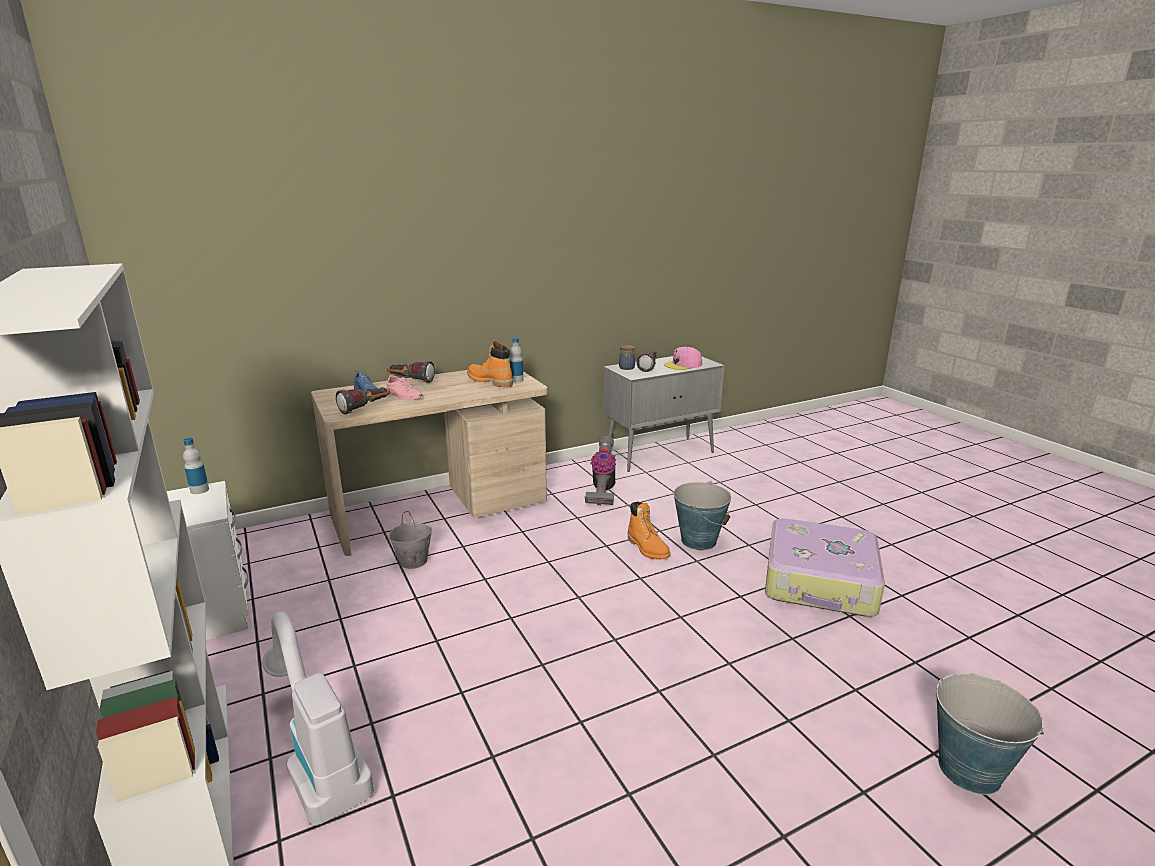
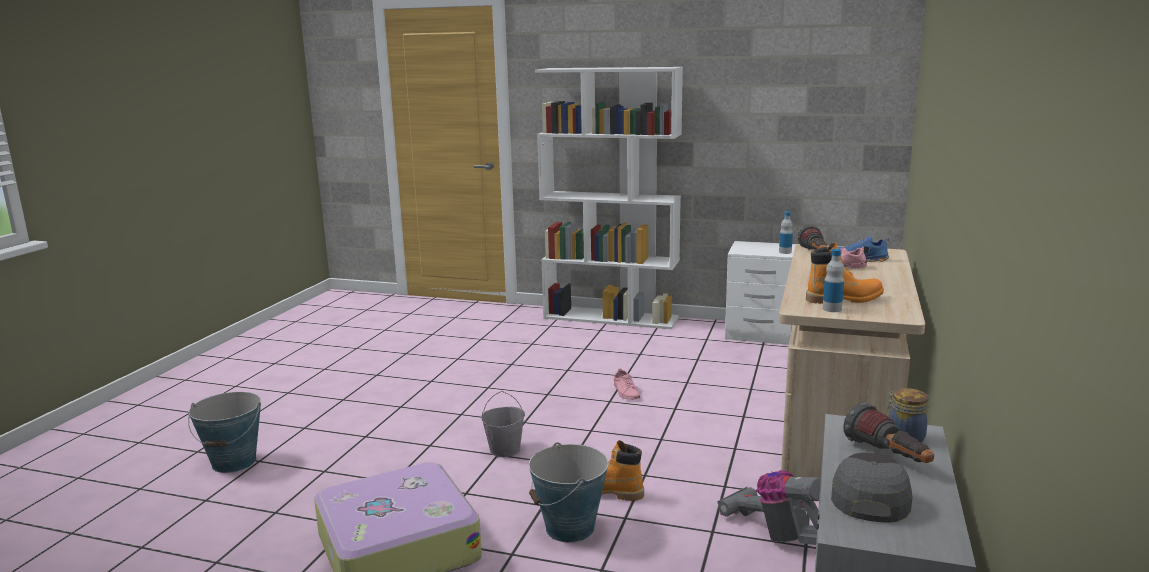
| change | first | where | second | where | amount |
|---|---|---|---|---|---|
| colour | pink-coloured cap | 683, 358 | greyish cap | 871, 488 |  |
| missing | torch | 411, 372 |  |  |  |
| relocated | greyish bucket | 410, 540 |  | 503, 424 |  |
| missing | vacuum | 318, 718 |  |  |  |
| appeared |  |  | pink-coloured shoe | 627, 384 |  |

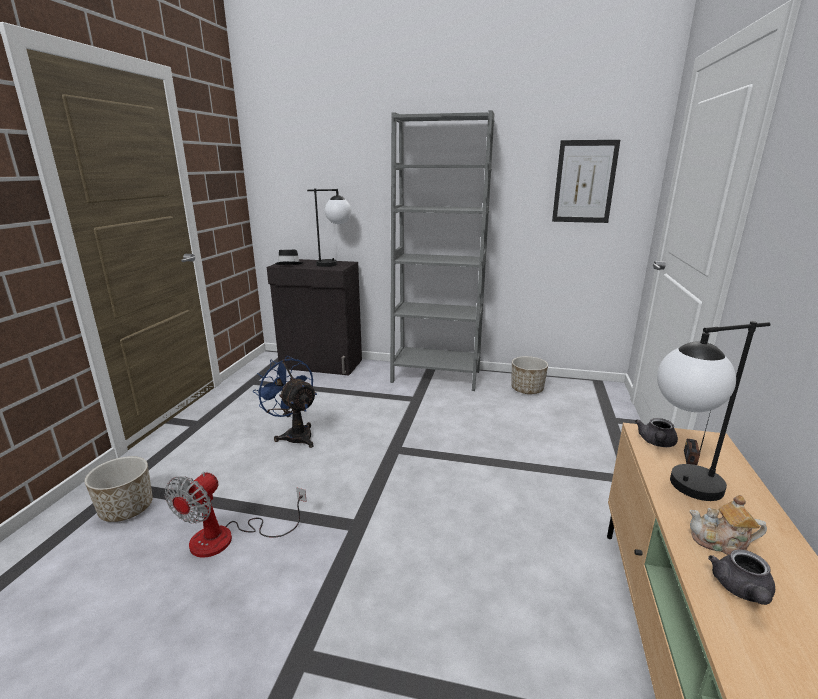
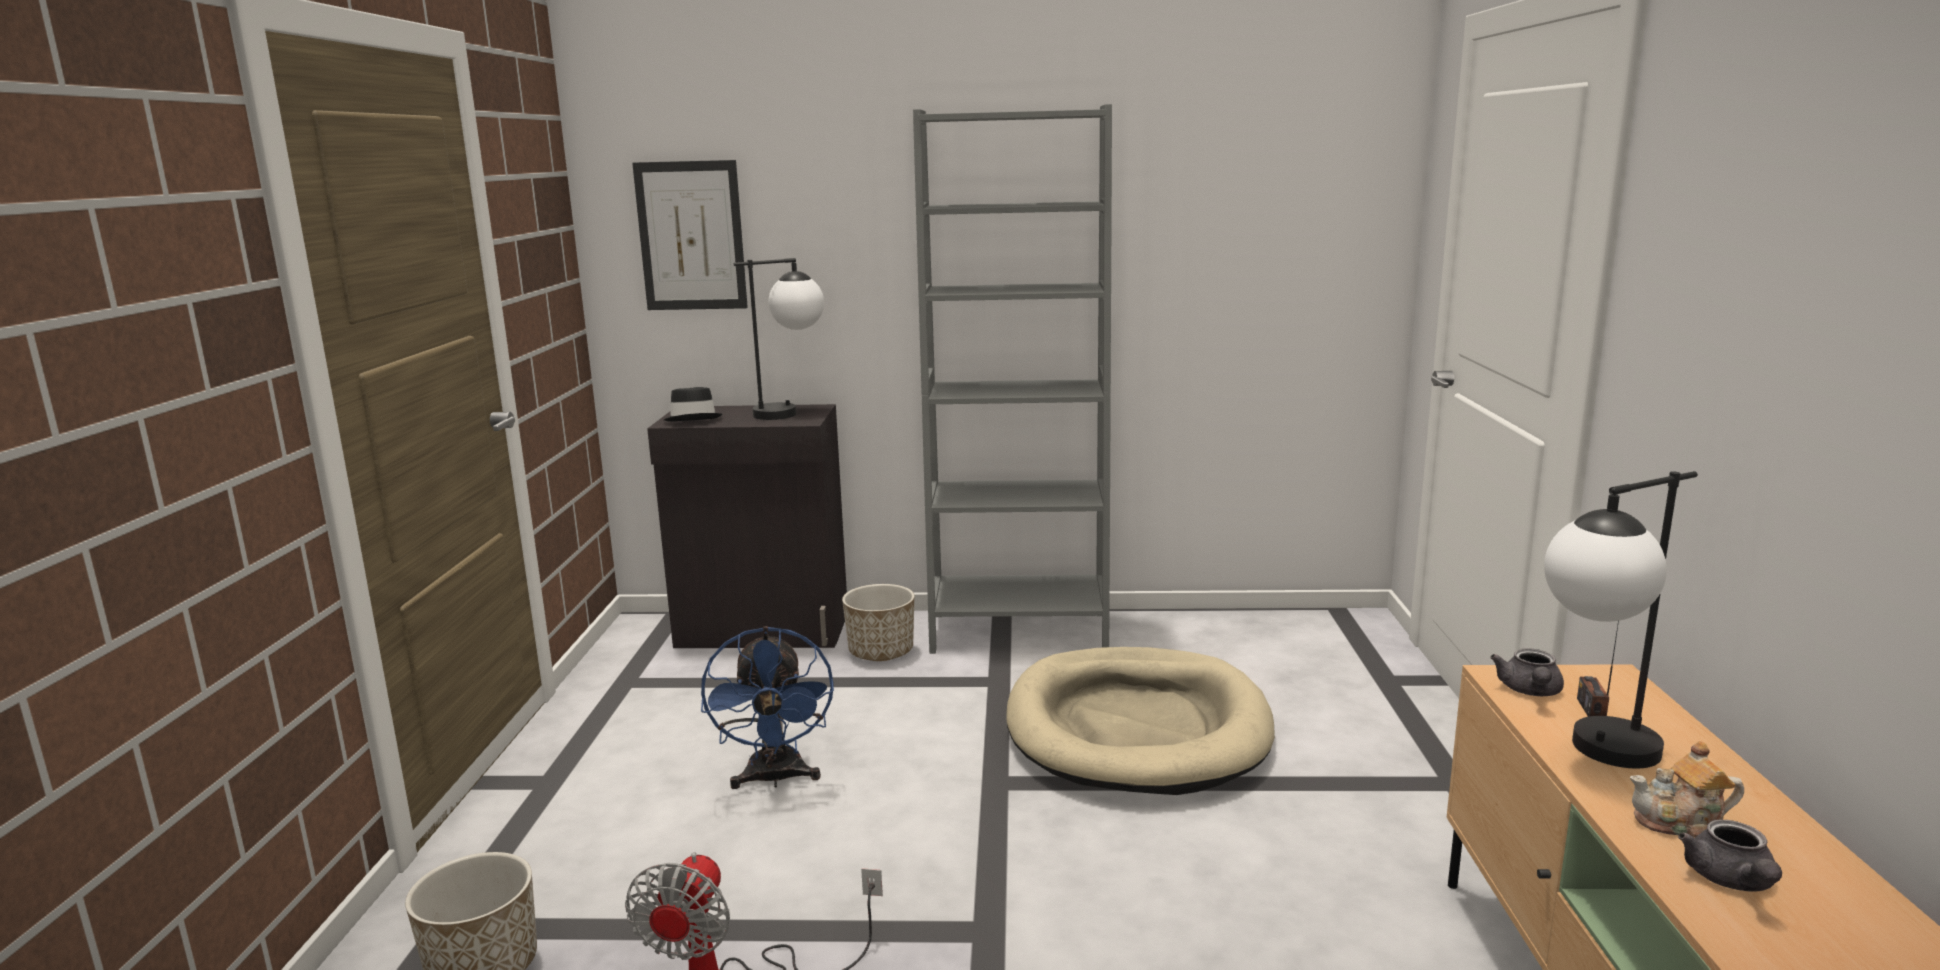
| change | first | where | second | where | amount |
|---|---|---|---|---|---|
| relocated | picture | 586, 181 |  | 690, 235 |  |
| spun | bluish cooling fan | 285, 402 |  | 767, 707 | 135 degrees counterclockwise |
| relocated | flower pot | 529, 375 |  | 878, 622 |  |
| appeared |  |  | beige-coloured pet bed | 1140, 721 |  |

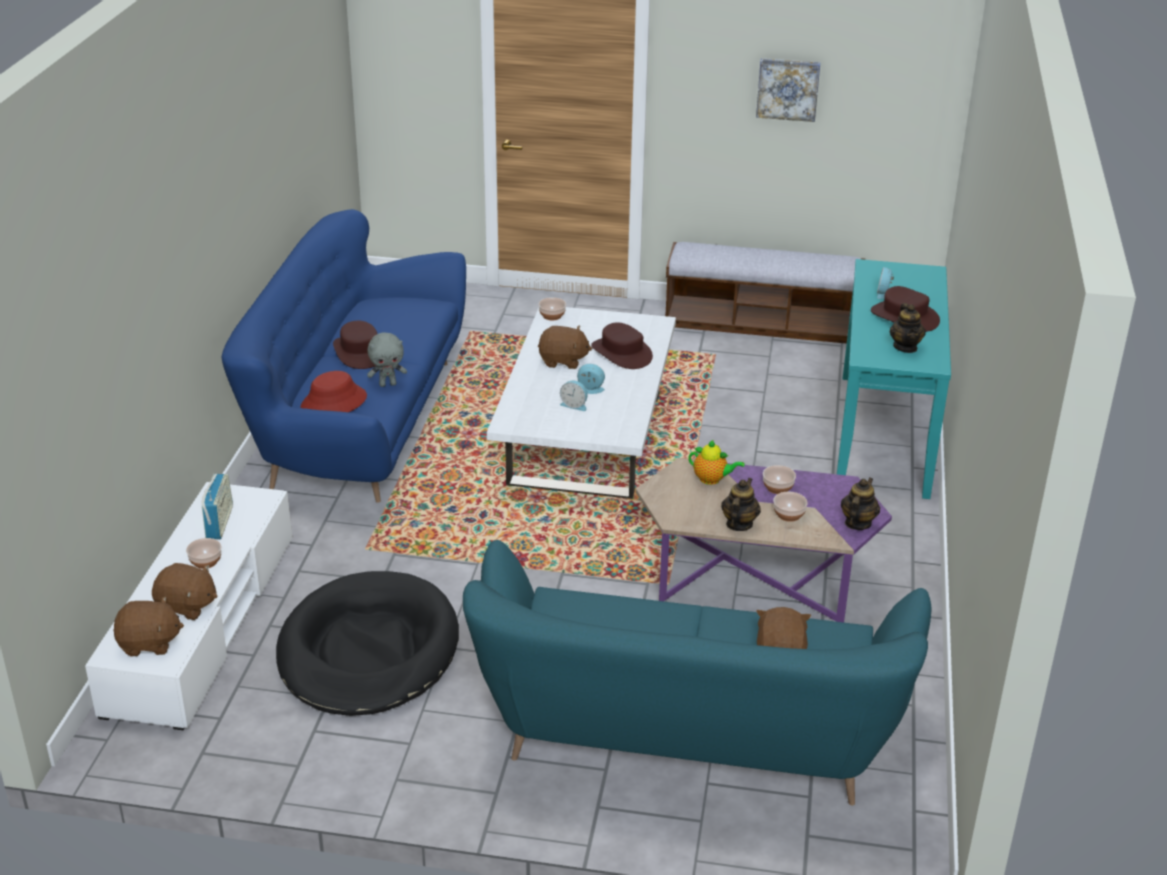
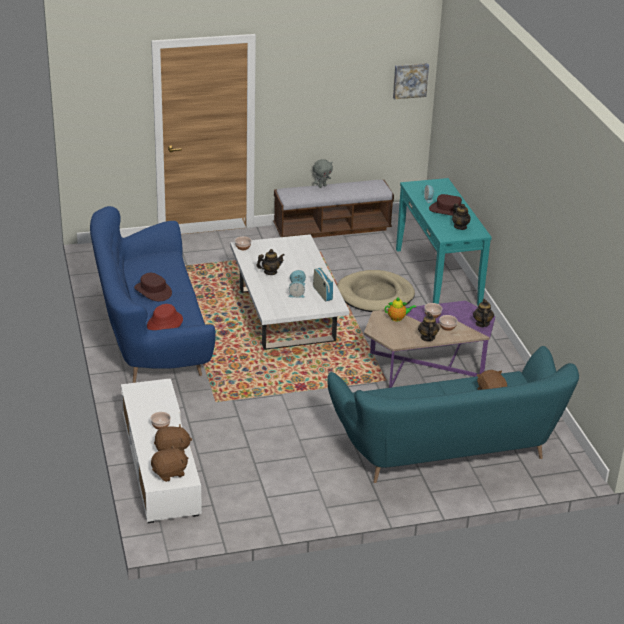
| change | first | where | second | where | amount |
|---|---|---|---|---|---|
| relocated | picture | 788, 90 |  | 411, 81 |  |
| missing | brownish clothing hat | 622, 345 |  |  |  |
| exchanged | brownish plush toy | 565, 347 | tea pot | 270, 262 |  |
| relocated | greyish plush toy | 387, 359 |  | 323, 173 |  |
| relocated | radio set | 217, 506 |  | 323, 284 |  |
| missing | blackish pet bed | 367, 643 |  |  |  |
| appeared |  |  | beige-coloured pet bed | 376, 291 |  |

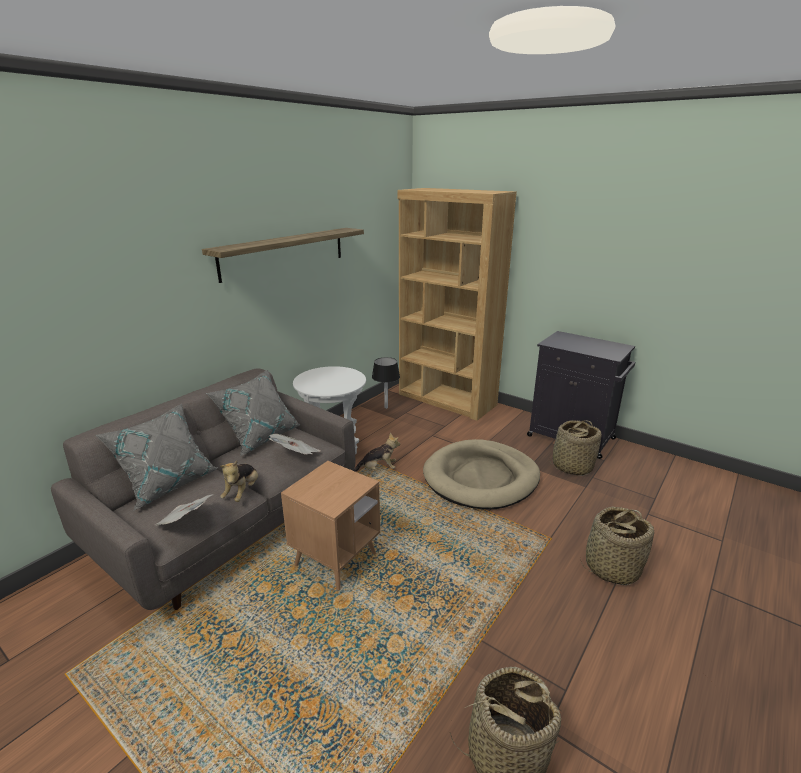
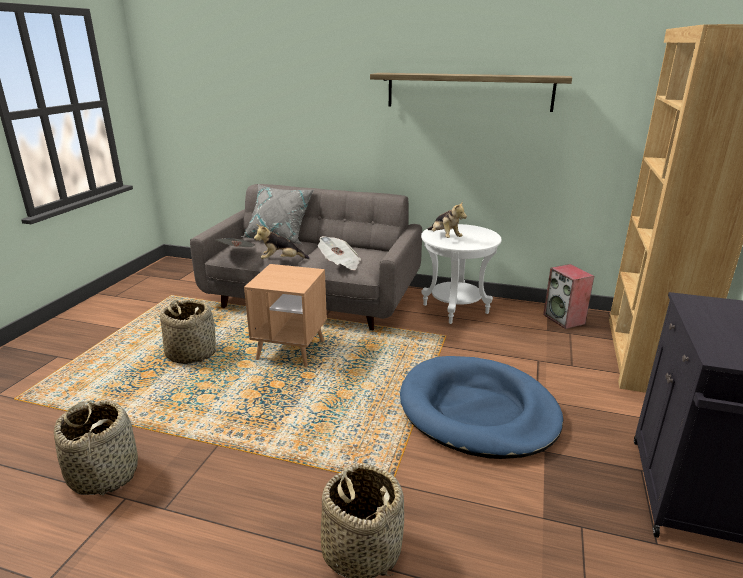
| change | first | where | second | where | amount |
|---|---|---|---|---|---|
| exchanged | blackish lamp for a table | 386, 383 | loudspeaker | 568, 296 |  |
| missing | greyish pillow | 253, 413 |  |  |  |
| relocated | household basket | 575, 448 |  | 188, 332 |  |
| relocated | plush toy | 377, 452 |  | 447, 219 |  |
| colour | beige-coloured pet bed | 481, 474 | bluish pet bed | 481, 407 |  |

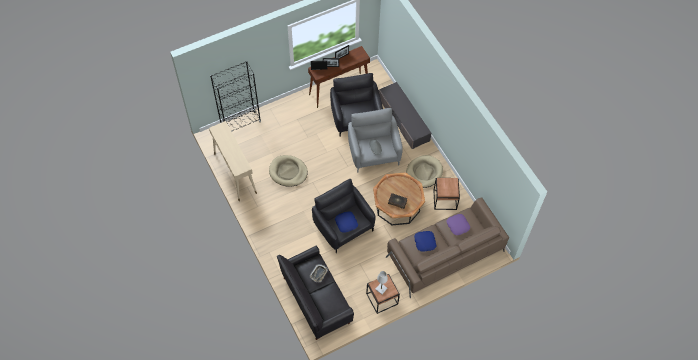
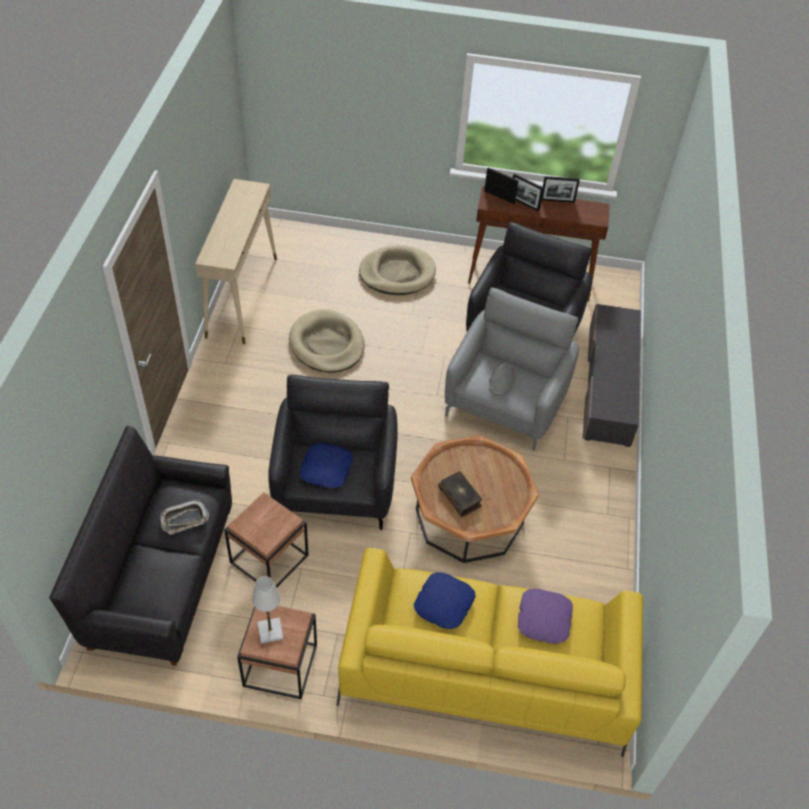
| change | first | where | second | where | amount |
|---|---|---|---|---|---|
| missing | blackish bookcase | 235, 96 |  |  |  |
| relocated | beige-coloured pet bed | 424, 171 |  | 397, 270 |  |
| relocated | brownish end table | 446, 194 |  | 266, 540 |  |
| colour | brownish settee | 447, 247 | yellow settee | 490, 652 |  |

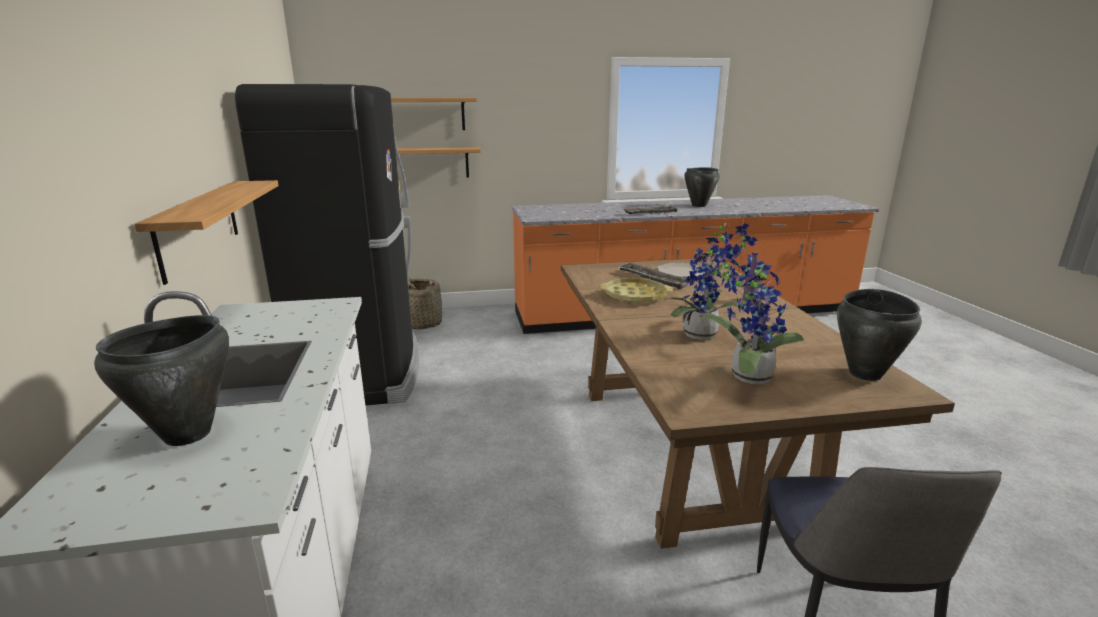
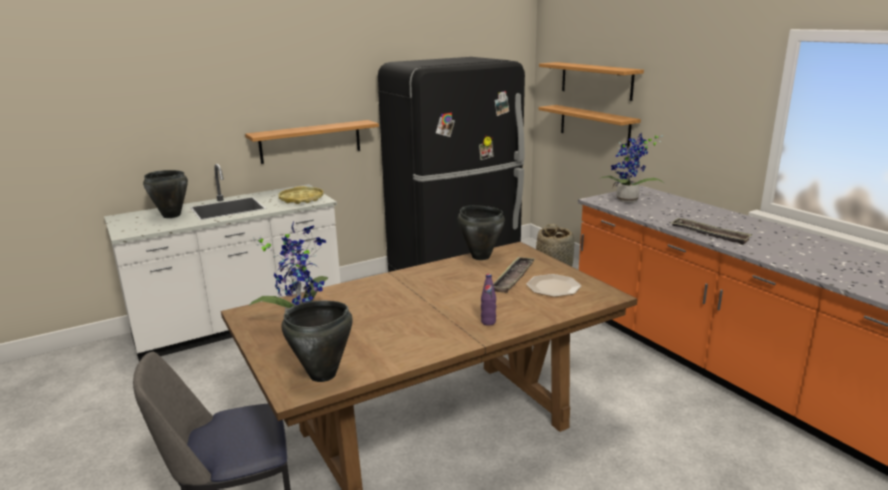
| change | first | where | second | where | amount |
|---|---|---|---|---|---|
| relocated | blackish cooking pot | 702, 187 |  | 481, 232 |  |
| relocated | houseplant | 711, 281 |  | 631, 168 |  |
| relocated | yellow tray | 636, 291 |  | 301, 195 |  |

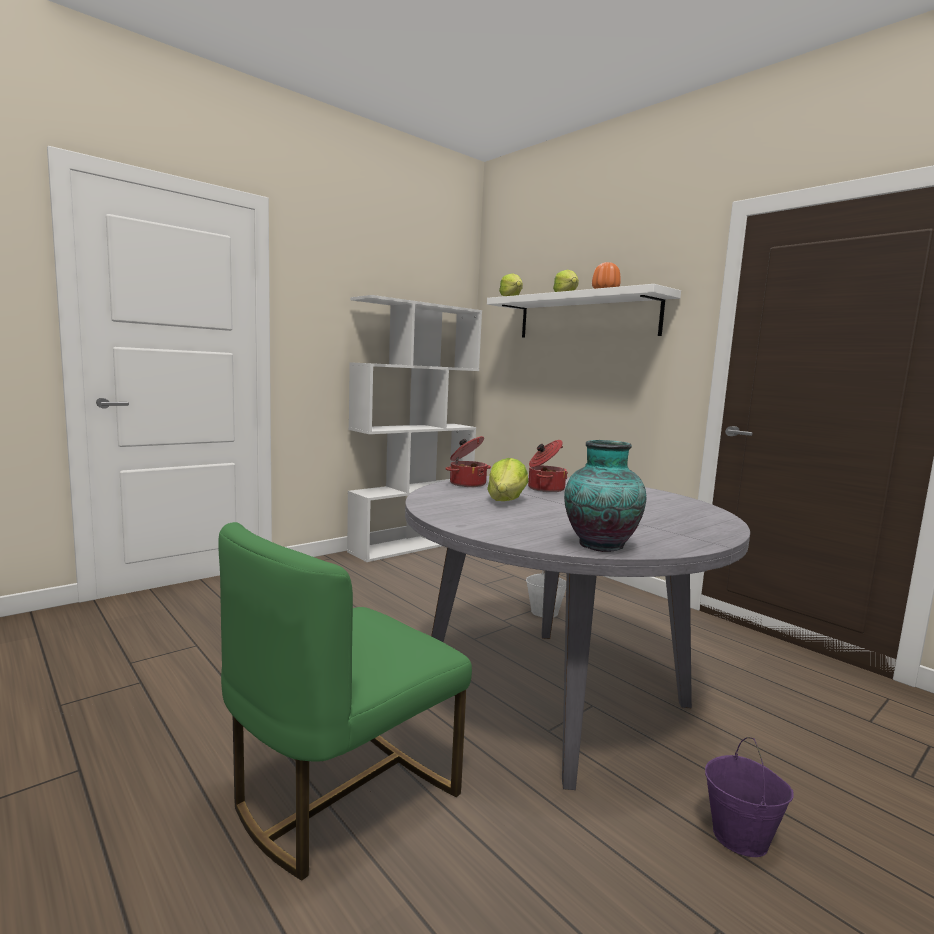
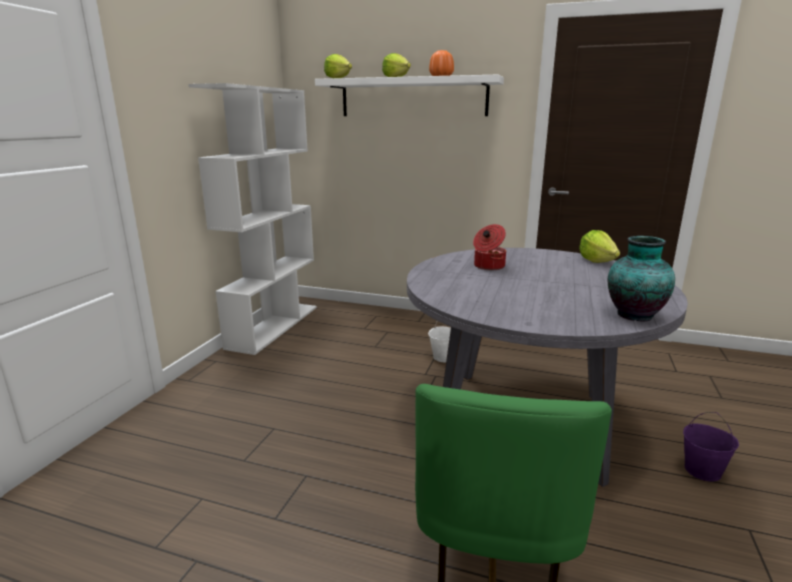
| change | first | where | second | where | amount |
|---|---|---|---|---|---|
| missing | cooking pot | 468, 461 |  |  |  |
| relocated | lettuce | 507, 479 |  | 599, 246 |  |

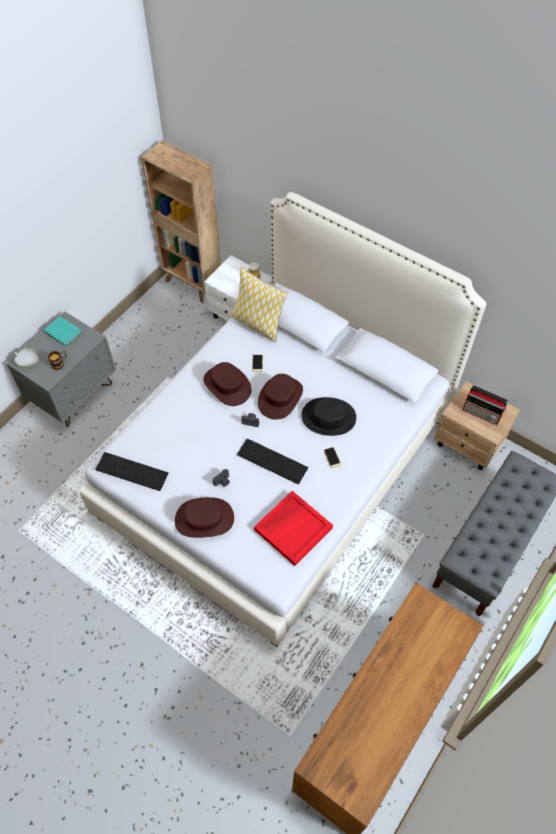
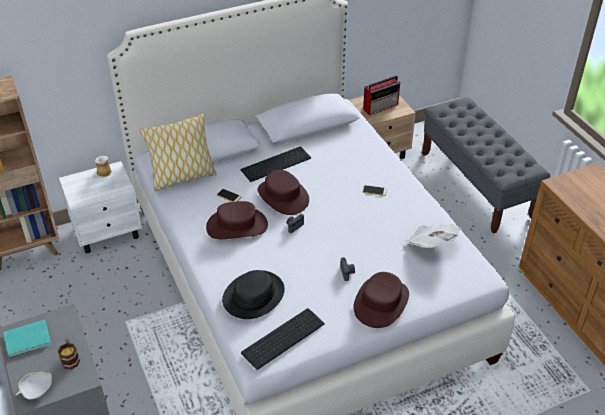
| change | first | where | second | where | amount |
|---|---|---|---|---|---|
| relocated | blackish clothing hat | 329, 416 |  | 253, 294 |  |
| relocated | computer keyboard | 272, 461 |  | 276, 164 |  |
| exchanged | reddish tray | 293, 528 | daily paper | 434, 236 |  |

